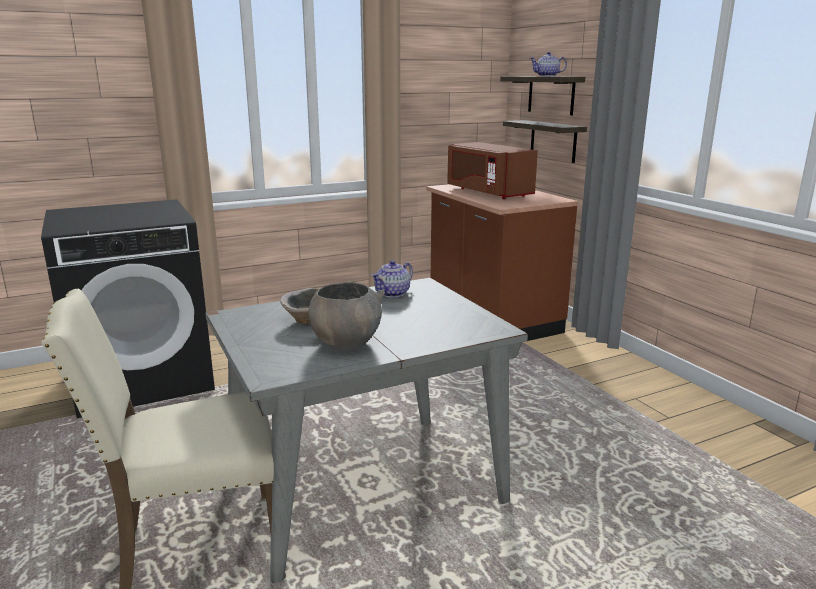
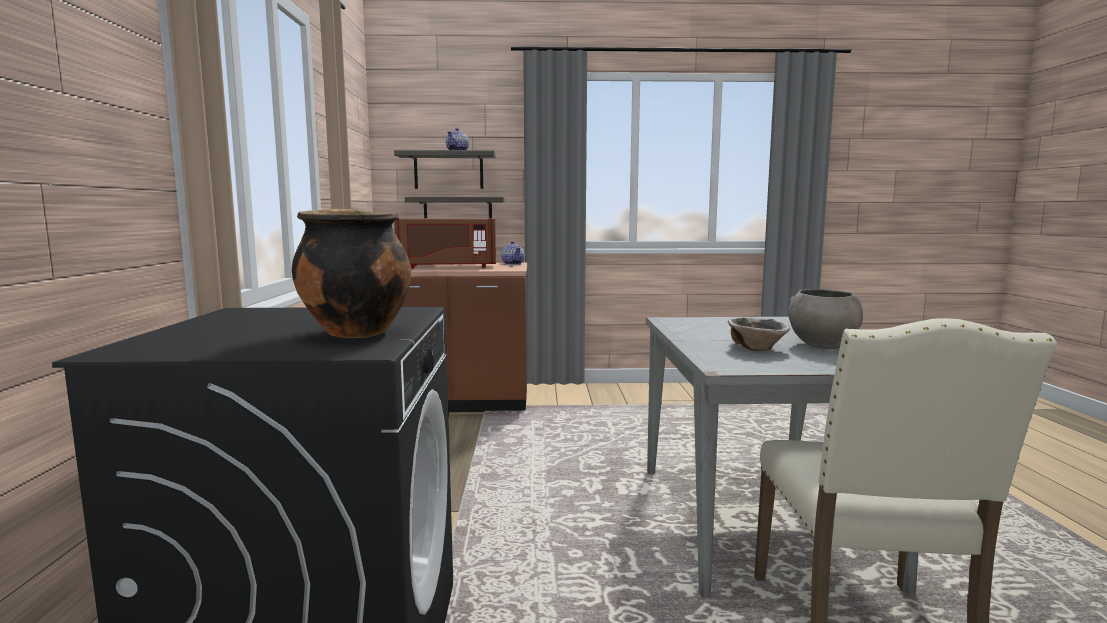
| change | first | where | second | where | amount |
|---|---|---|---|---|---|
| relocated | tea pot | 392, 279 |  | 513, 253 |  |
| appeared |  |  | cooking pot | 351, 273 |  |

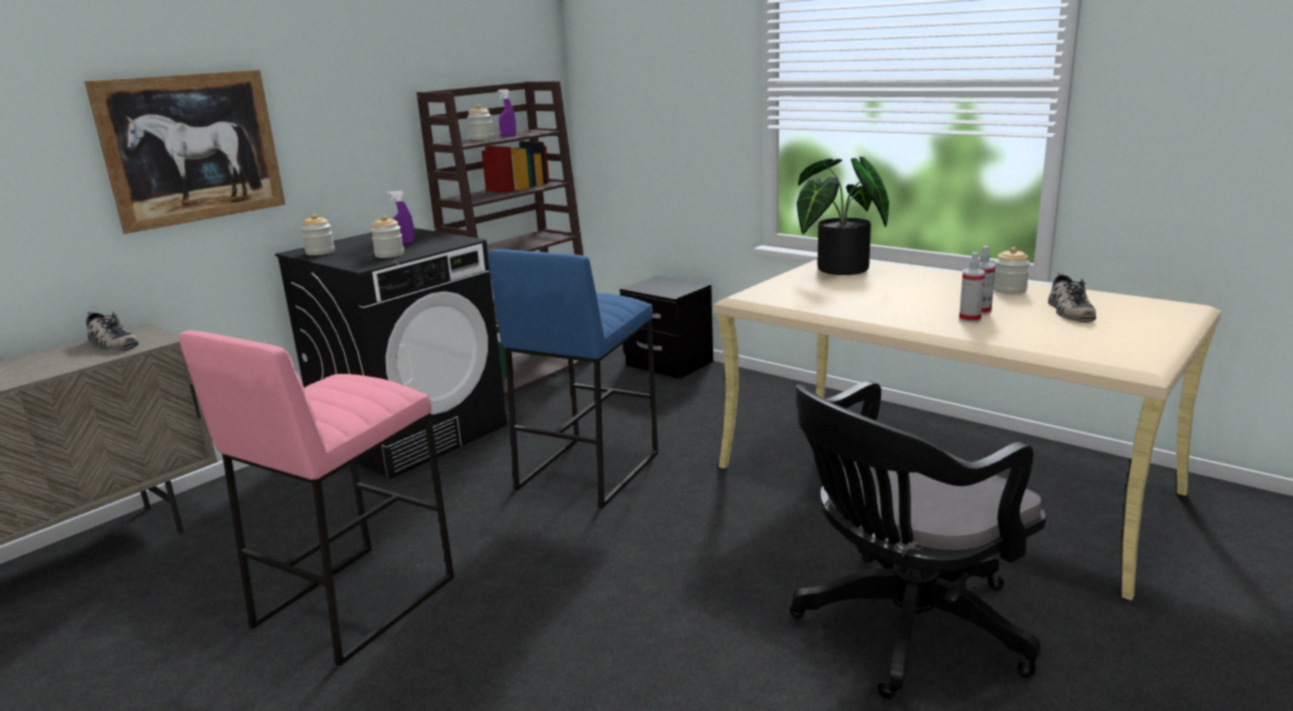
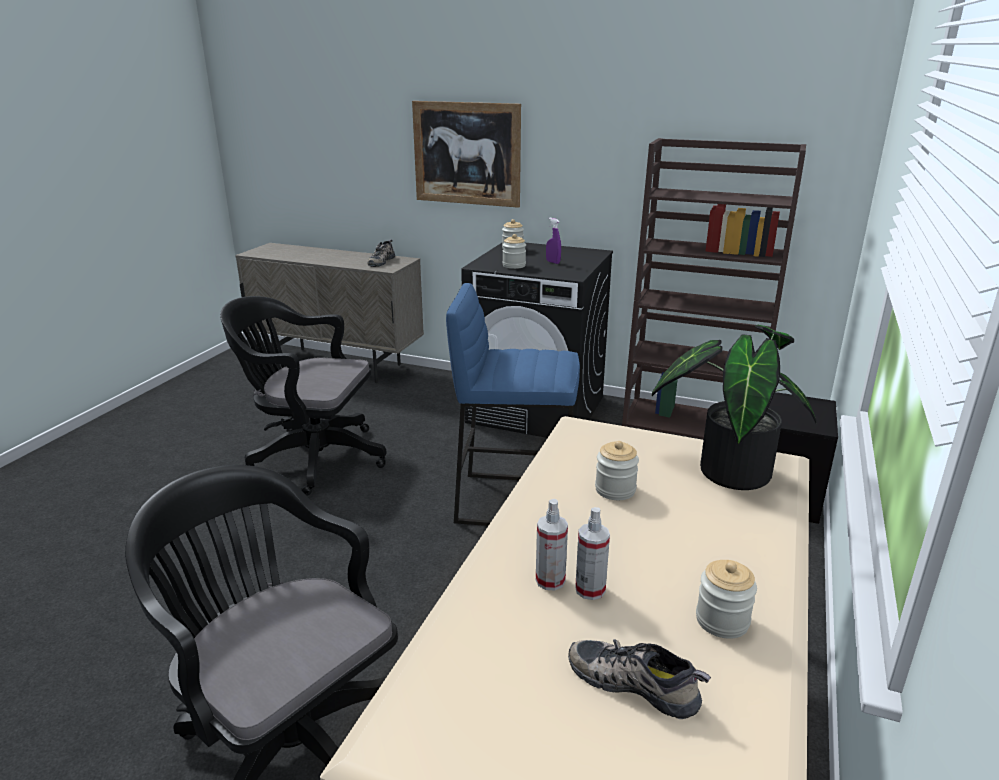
| change | first | where | second | where | amount |
|---|---|---|---|---|---|
| missing | purple sprayer | 507, 113 |  |  |  |
| relocated | jar | 480, 122 |  | 617, 470 |  |
| spun | shoe | 1072, 297 |  | 639, 679 | 45 degrees clockwise |
| exchanged | pink-coloured sitting stool | 316, 499 | blackish computer chair | 303, 396 |  |

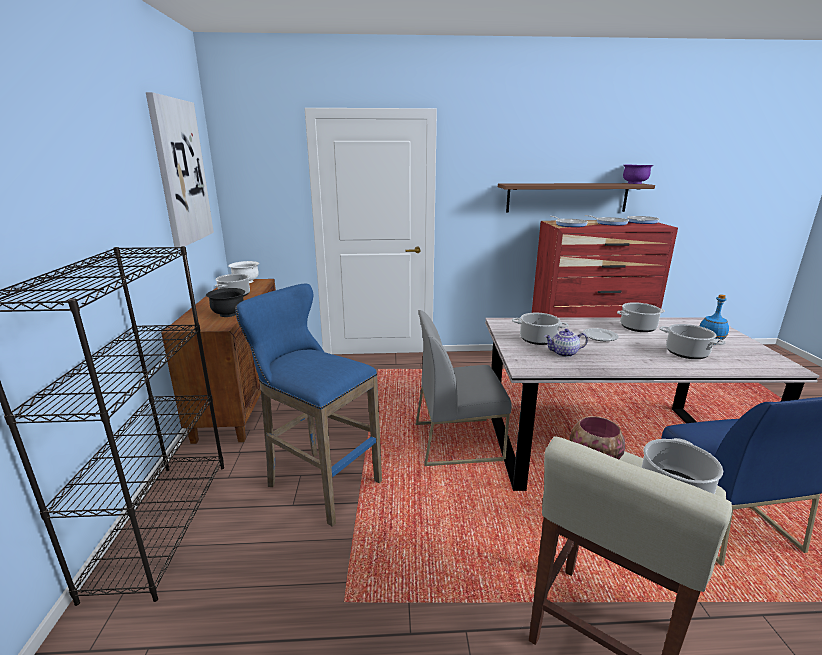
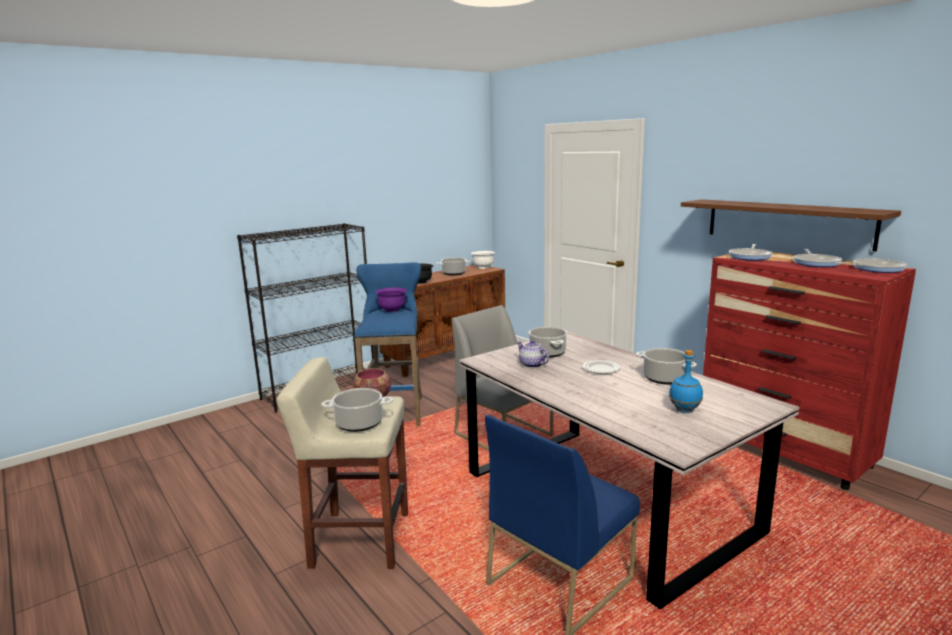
| change | first | where | second | where | amount |
|---|---|---|---|---|---|
| missing | picture | 180, 170 |  |  |  |
| relocated | purple serving bowl | 638, 174 |  | 391, 300 |  |
| missing | cooking pot | 692, 341 |  |  |  |

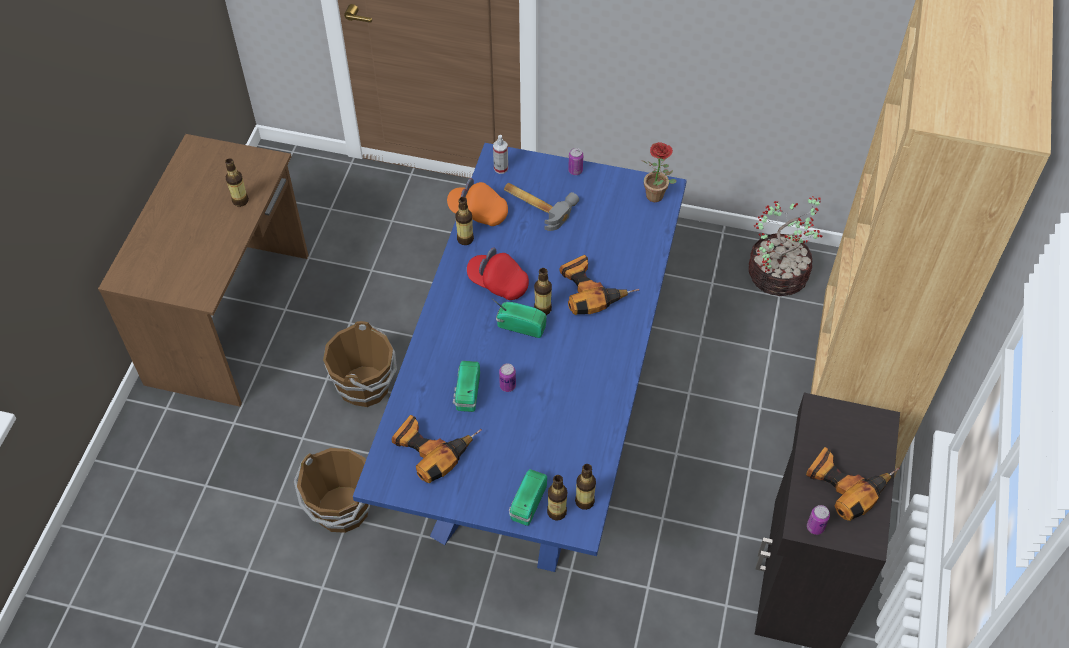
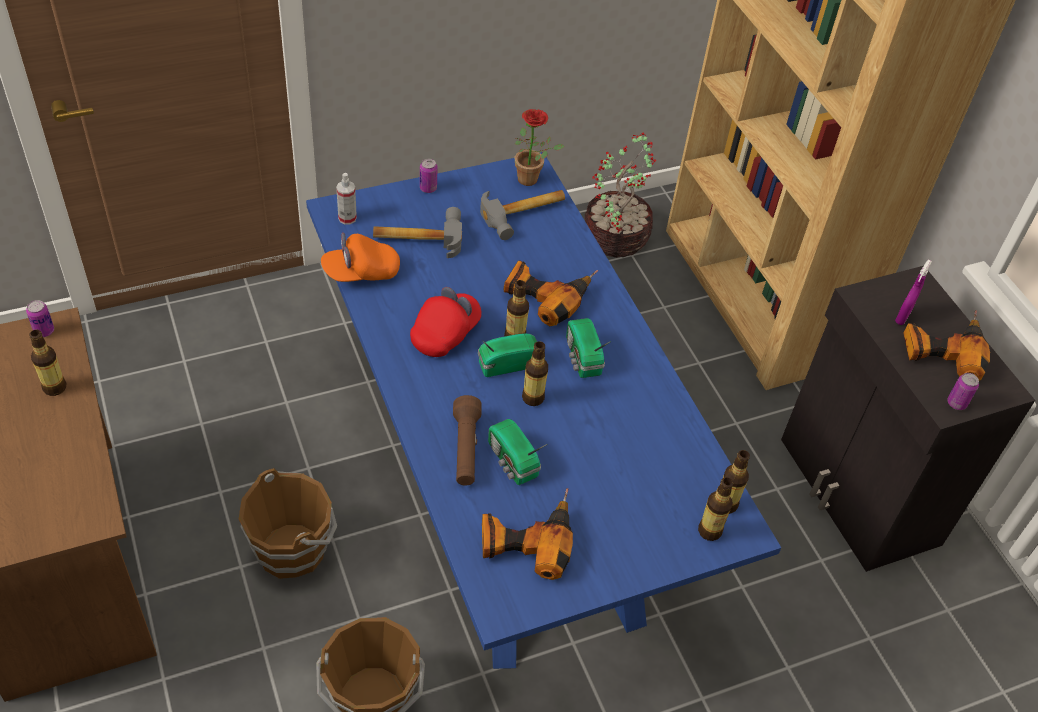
| change | first | where | second | where | amount |
|---|---|---|---|---|---|
| relocated | beverage bottle | 464, 221 |  | 535, 374 |  |
| spun | reddish cap | 498, 274 |  | 446, 322 | 135 degrees clockwise |
| relocated | can | 507, 377 |  | 40, 318 |  |
| relocated | radio set | 528, 497 |  | 588, 348 |  |
| appeared |  |  | tool hammer | 522, 215 |  |
| appeared |  |  | purple sprayer | 913, 292 |  |
| appeared |  |  | brownish torch | 467, 440 |  |

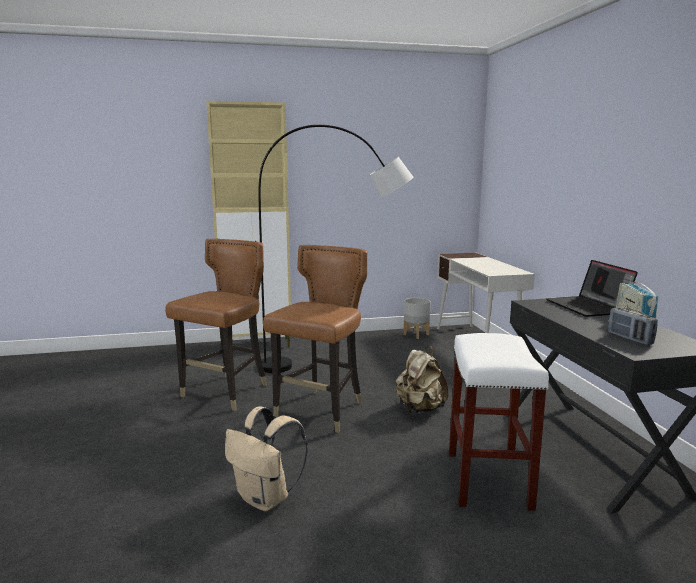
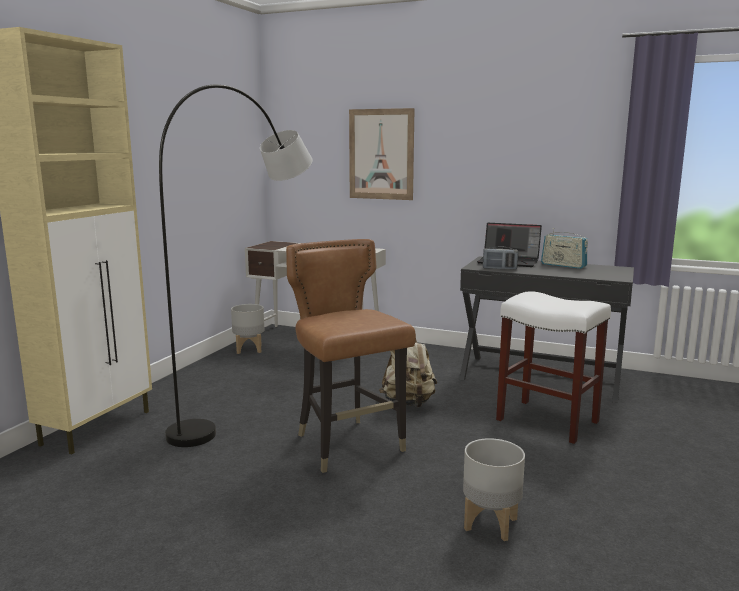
| change | first | where | second | where | amount |
|---|---|---|---|---|---|
| missing | brownish chair | 216, 325 |  |  |  |
| relocated | radio set | 633, 326 |  | 500, 258 |  |
| exchanged | beige-coloured rucksack | 266, 459 | greyish flower pot | 494, 489 |  |
| appeared |  |  | picture | 382, 154 |  |

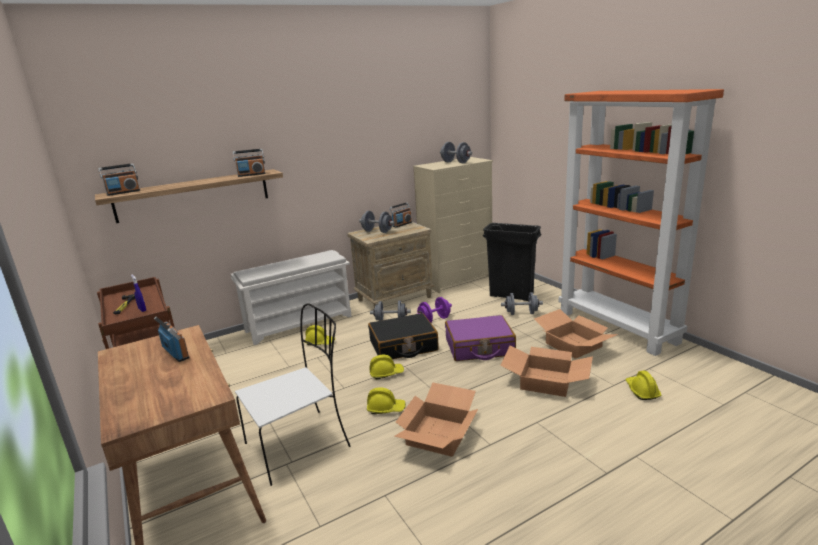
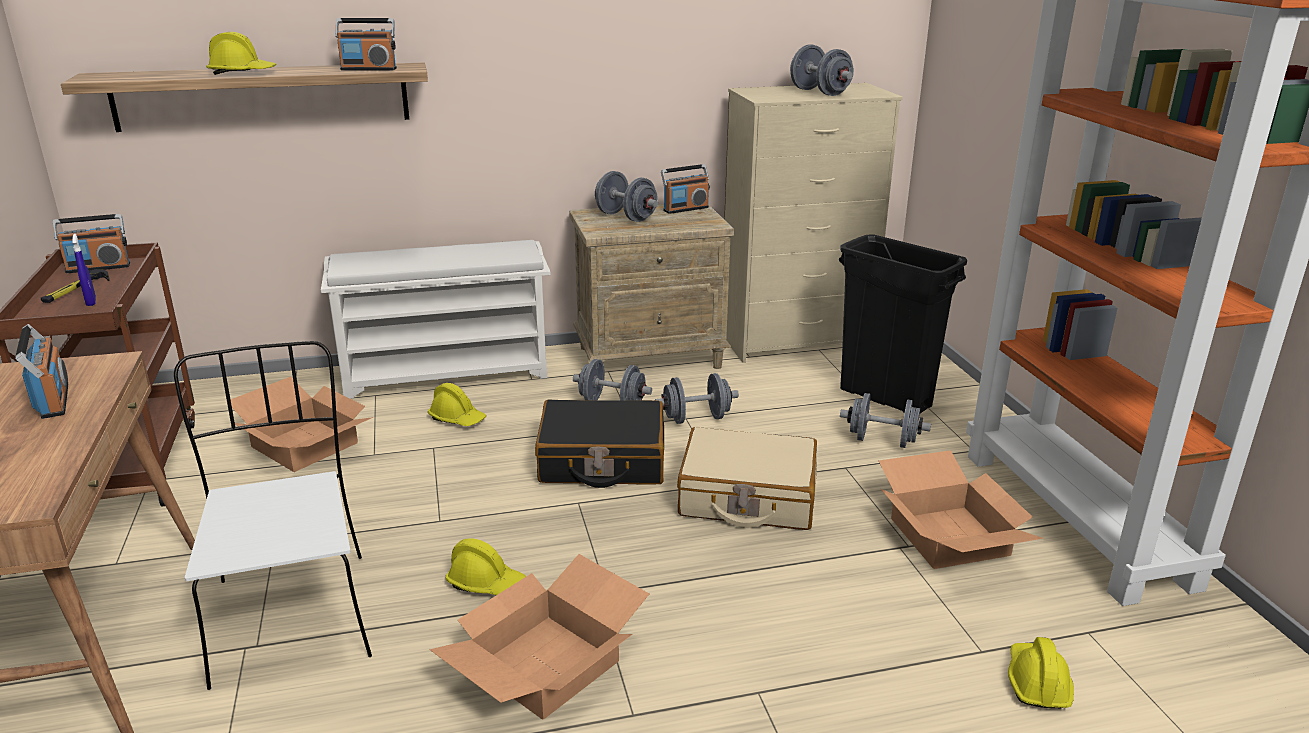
| change | first | where | second | where | amount |
|---|---|---|---|---|---|
| relocated | radio set | 119, 179 |  | 91, 243 |  |
| colour | purple hand weight | 434, 310 | greyish hand weight | 697, 398 |  |
| spun | whitish chair | 292, 394 |  | 273, 515 | 90 degrees counterclockwise |
| colour | purple piece of luggage | 480, 338 | beige-coloured piece of luggage | 747, 478 |  |
| relocated | cardboard box | 546, 371 |  | 300, 424 |  |
| relocated | yellow hard hat | 387, 367 |  | 241, 53 |  |

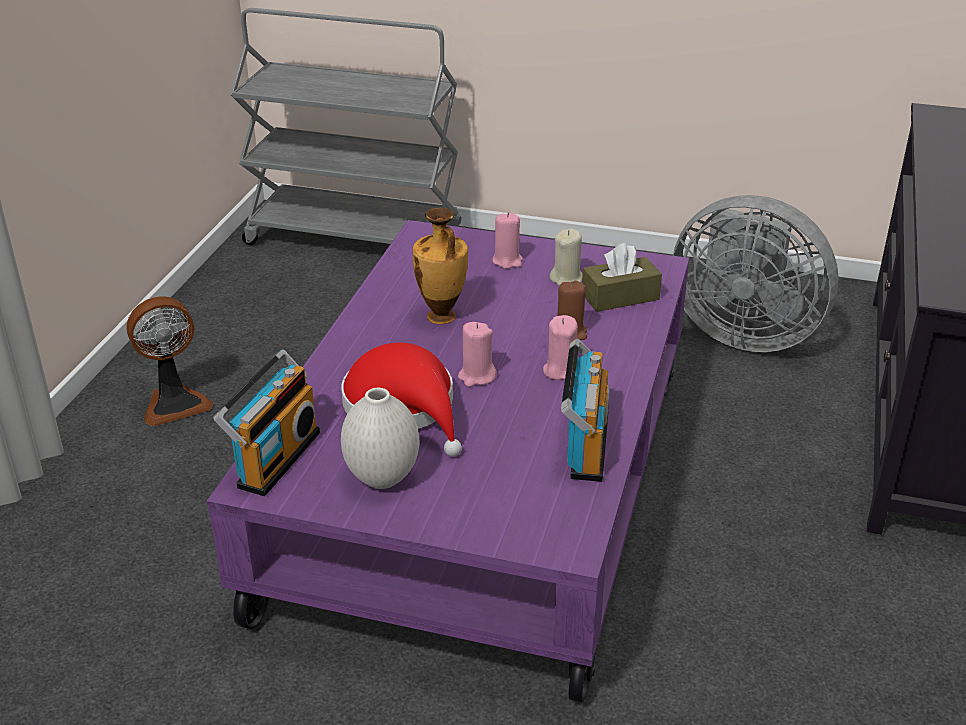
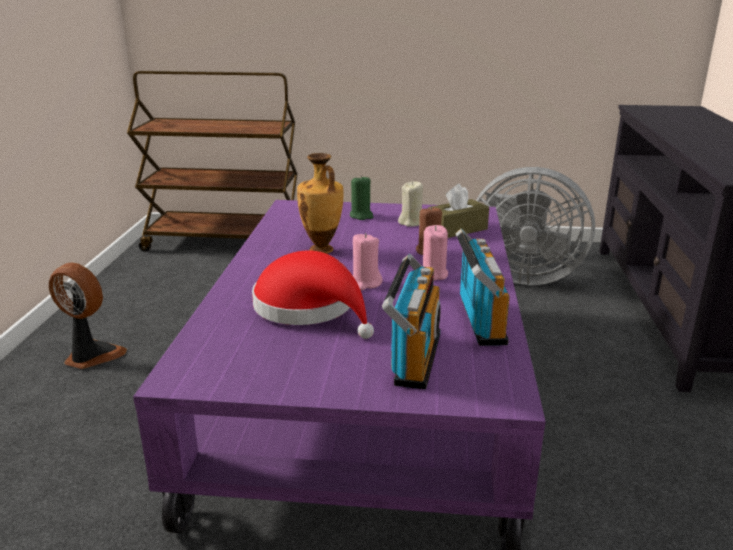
| change | first | where | second | where | amount |
|---|---|---|---|---|---|
| colour | greyish trolley | 345, 126 | brownish trolley | 212, 161 |  |
| colour | pink-coloured candle | 507, 241 | green-coloured candle | 362, 197 |  |
| spun | cooling fan | 170, 361 |  | 88, 316 | 120 degrees counterclockwise |
| relocated | radio set | 266, 423 |  | 411, 321 |  |
| missing | whitish decorative vase | 380, 438 |  |  |  |

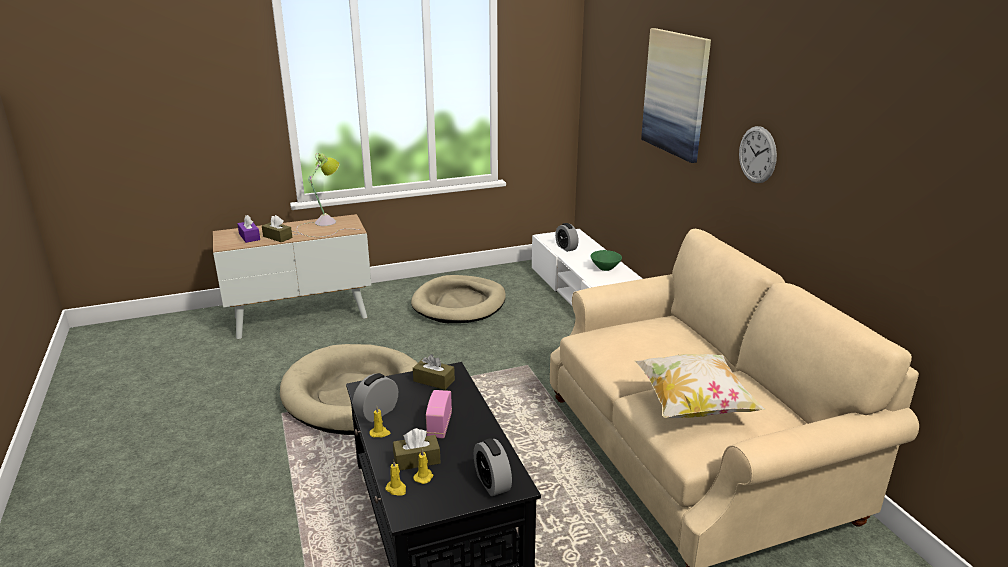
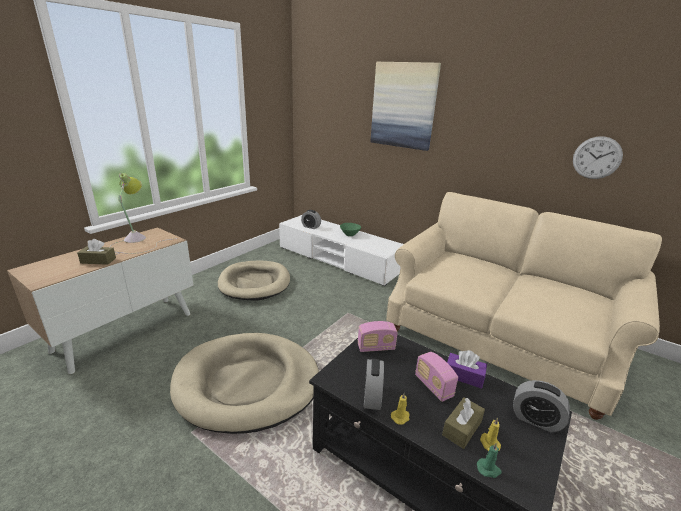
| change | first | where | second | where | amount |
|---|---|---|---|---|---|
| relocated | hanging clock | 758, 154 |  | 598, 157 |  |
| relocated | purple box of tissues | 248, 229 |  | 467, 369 |  |
| exchanged | brownish box of tissues | 434, 372 | radio set | 378, 336 |  |
| missing | pillow | 700, 386 |  |  |  |
| colour | yellow candle | 395, 478 | green-coloured candle | 489, 460 |  |

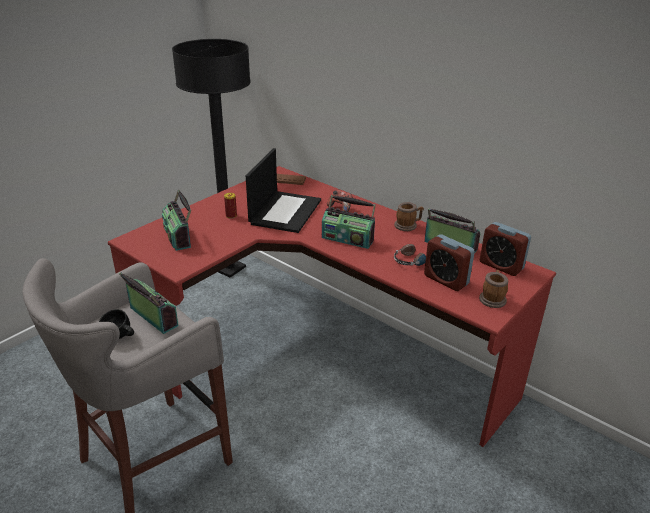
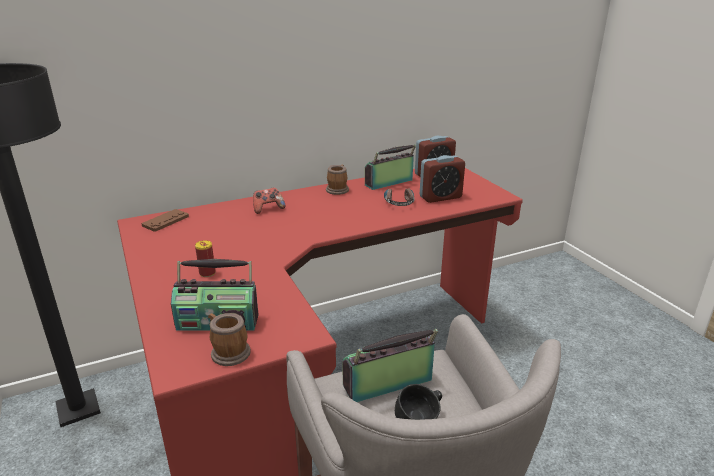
| change | first | where | second | where | amount |
|---|---|---|---|---|---|
| missing | laptop | 283, 190 |  |  |  |
| missing | radio set | 349, 222 |  |  |  |
| relocated | mug | 493, 289 |  | 229, 339 |  |

